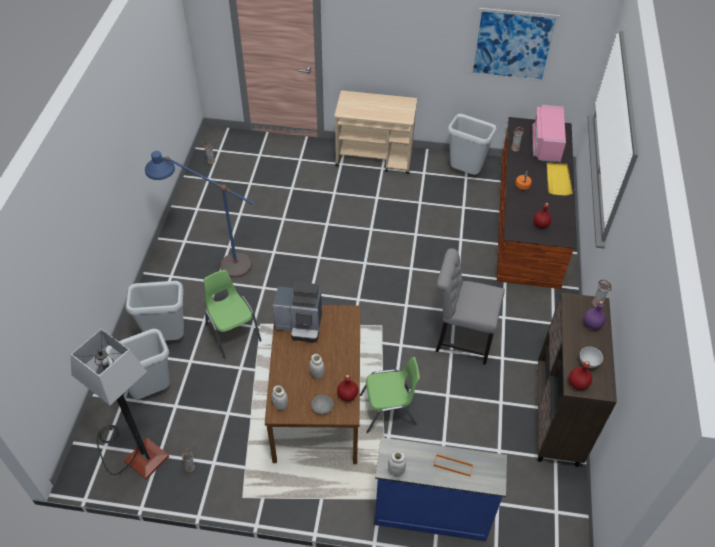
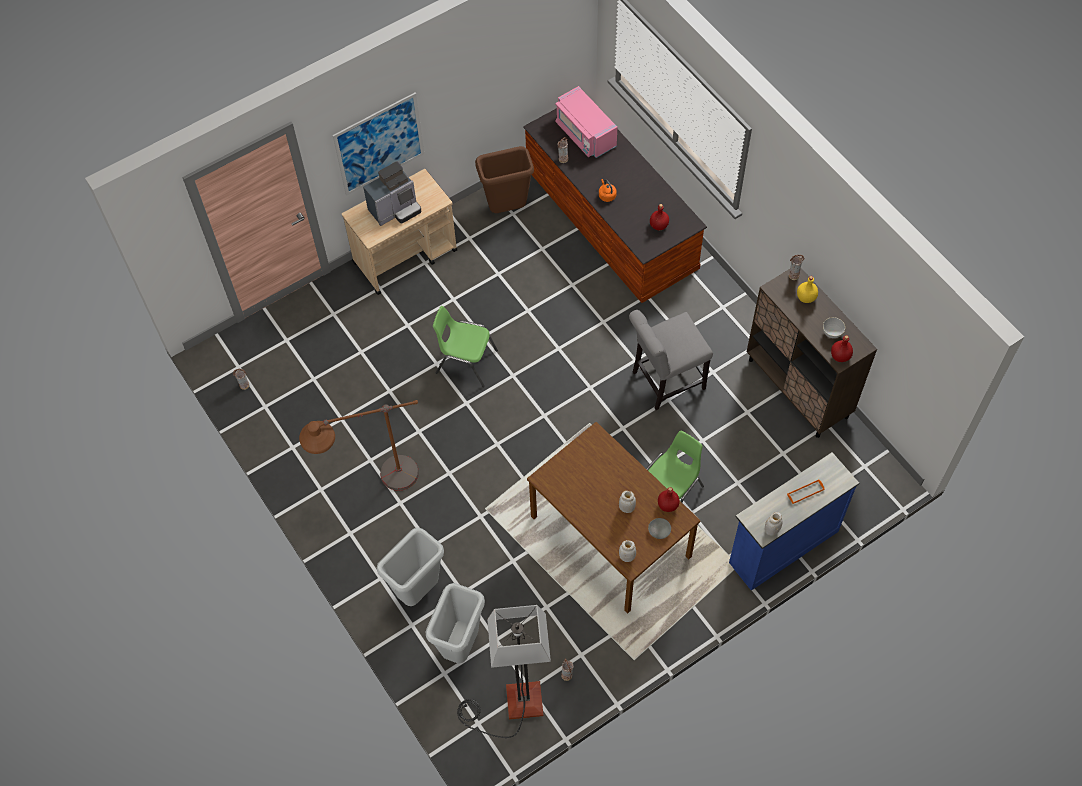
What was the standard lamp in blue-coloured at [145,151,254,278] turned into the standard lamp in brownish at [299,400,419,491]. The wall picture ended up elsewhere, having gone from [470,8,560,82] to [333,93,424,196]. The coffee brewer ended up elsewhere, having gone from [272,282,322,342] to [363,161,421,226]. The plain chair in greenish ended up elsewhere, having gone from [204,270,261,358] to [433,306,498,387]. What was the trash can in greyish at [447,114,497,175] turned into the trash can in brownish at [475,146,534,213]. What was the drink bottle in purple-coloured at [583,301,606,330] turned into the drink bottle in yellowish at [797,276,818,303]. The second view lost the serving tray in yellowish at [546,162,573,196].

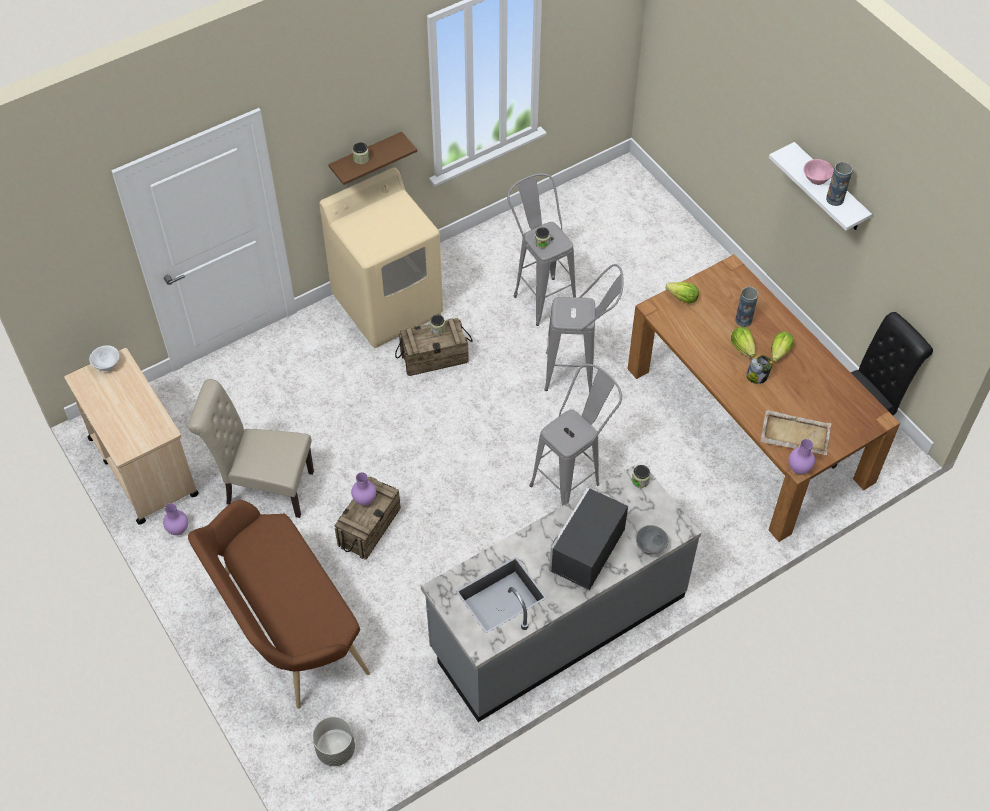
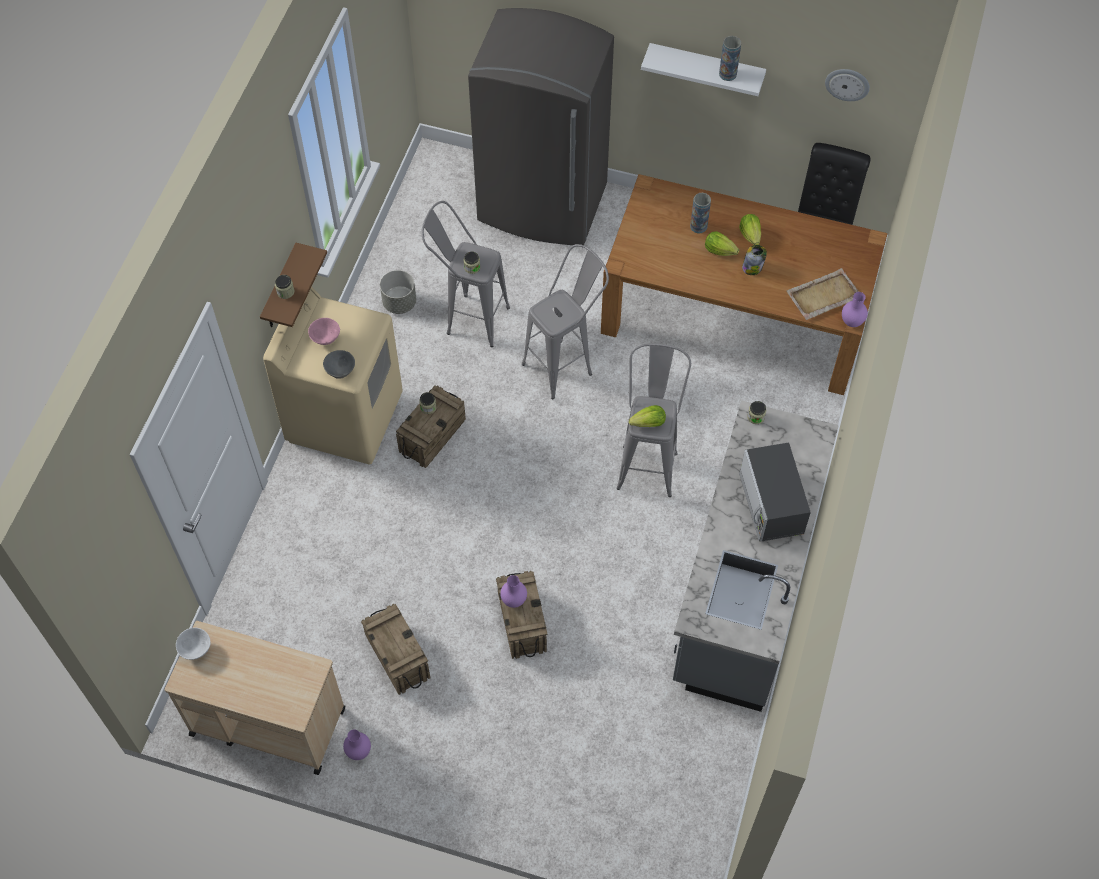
The bowl in pink-coloured ended up elsewhere, having gone from [804,159,834,185] to [308,318,340,345]. The bowl in greyish ended up elsewhere, having gone from [636,525,668,554] to [323,350,355,379]. Where the plain chair in sand-coloured stood at [188,379,314,518], the crate came to stand at [361,604,430,695]. The flower pot in greyish ended up elsewhere, having gone from [312,717,355,766] to [380,270,416,314]. The second view gained the refrigerator in greyish at [468,8,614,245]. The head of lettuce ended up elsewhere, having gone from [666,282,699,304] to [629,405,666,427]. The second view gained the wall clock at [825,69,870,101]. The second view lost the indoor bench in brownish at [188,500,370,709].

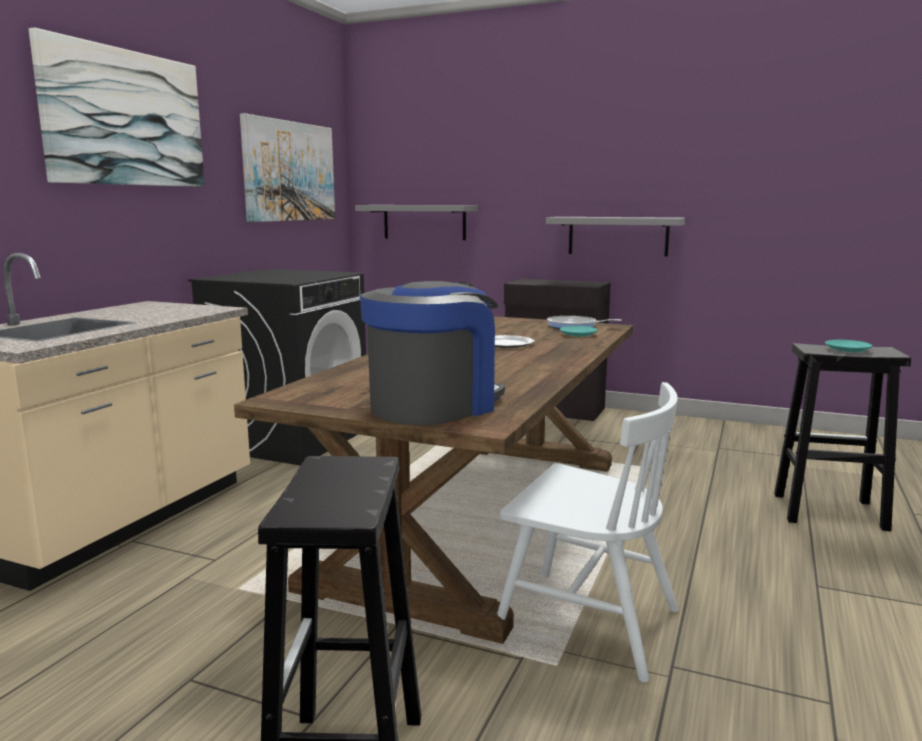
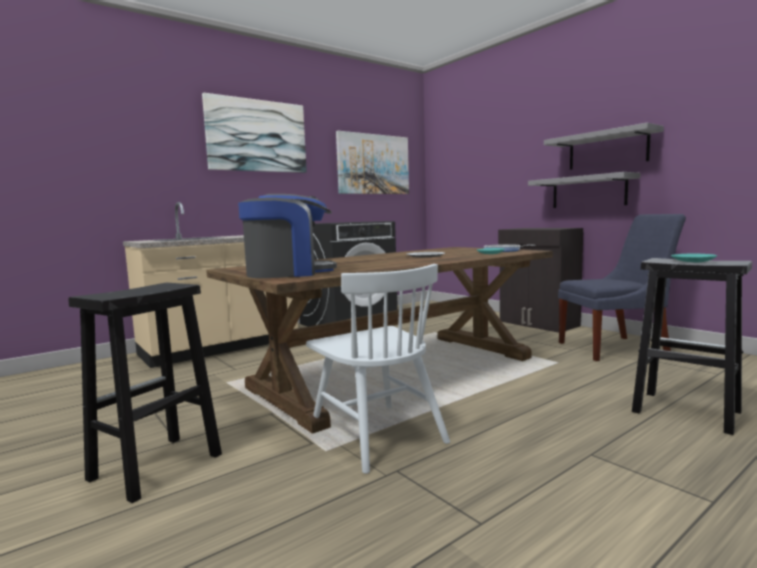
The bracket shelf in greyish ended up elsewhere, having gone from [355,205,478,240] to [544,123,664,170]. The second view gained the plain chair in blue-coloured at [558,214,686,361].

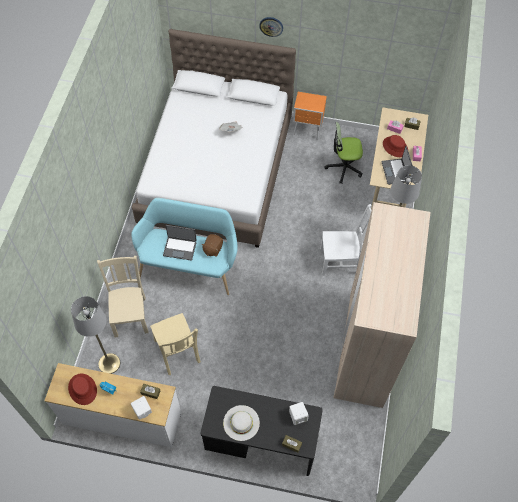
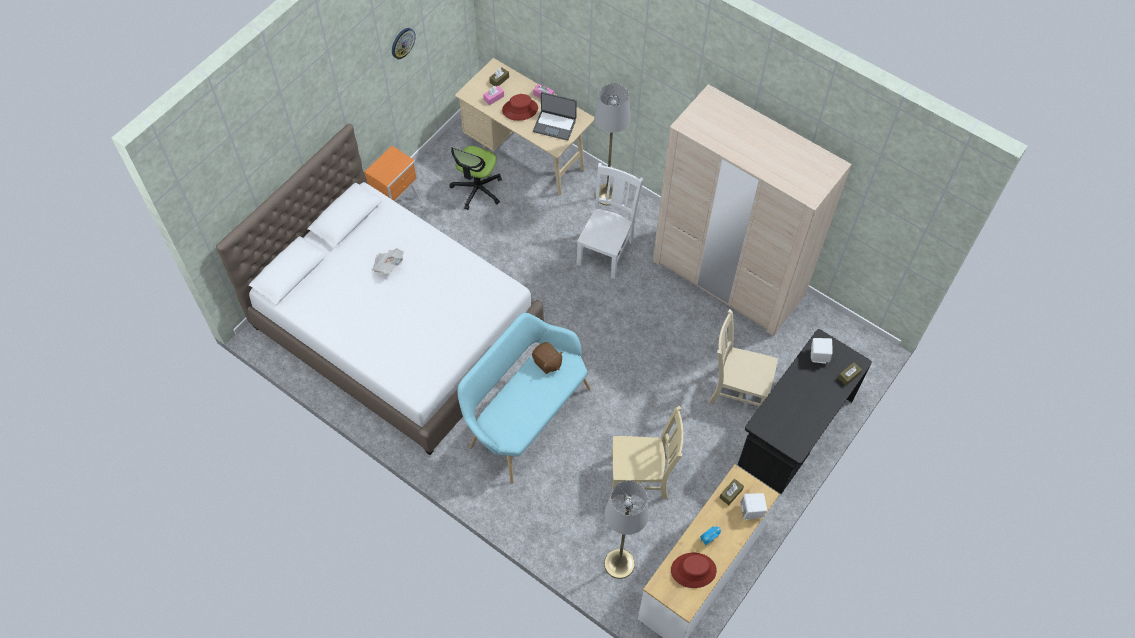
The wall clock ended up elsewhere, having gone from [259,17,283,37] to [392,28,416,59]. The plain chair in sand-coloured ended up elsewhere, having gone from [97,256,149,337] to [709,309,778,406]. The second view lost the notebook computer at [163,225,197,261]. The second view lost the clothing hat in whitish at [223,405,260,441].

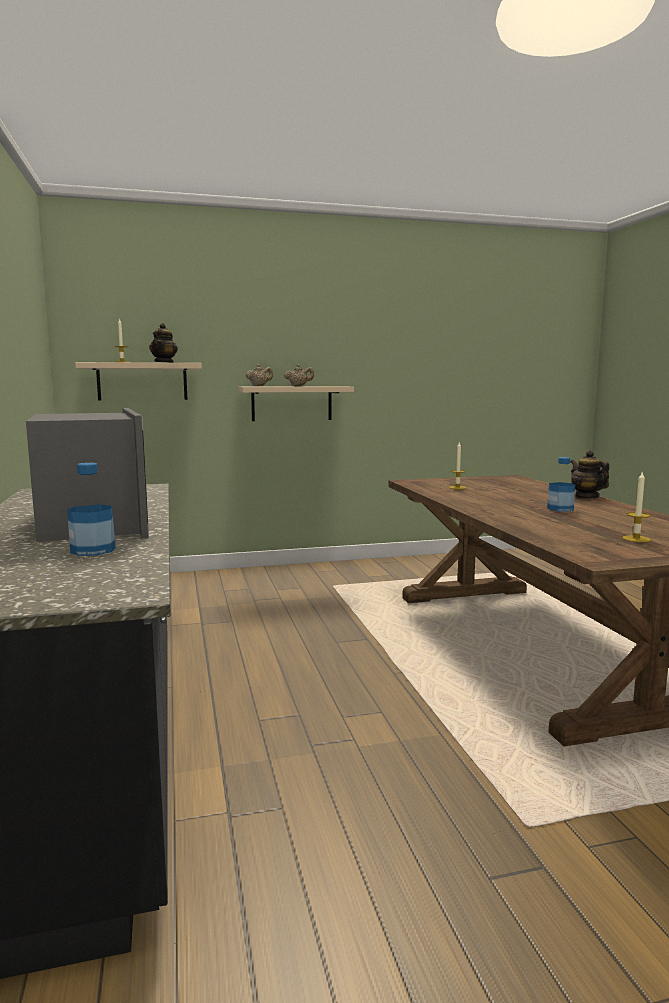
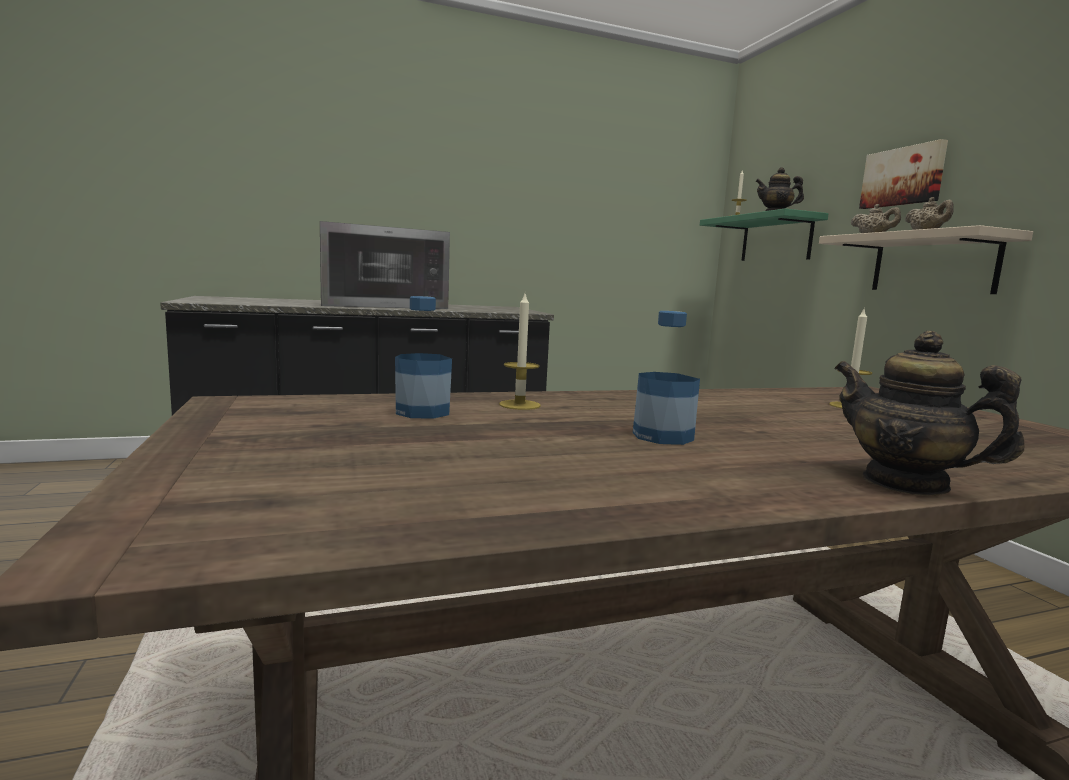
The drink bottle ended up elsewhere, having gone from [67,463,116,556] to [395,296,452,419]. The wax light ended up elsewhere, having gone from [622,471,651,542] to [499,294,541,410]. What was the bracket shelf in sand-coloured at [75,362,202,400] turned into the bracket shelf in greenish at [700,208,829,261]. The tea pot at [570,450,609,499] ended up facing another way, 105 degrees counterclockwise from before. The second view gained the wall picture at [859,139,948,209].

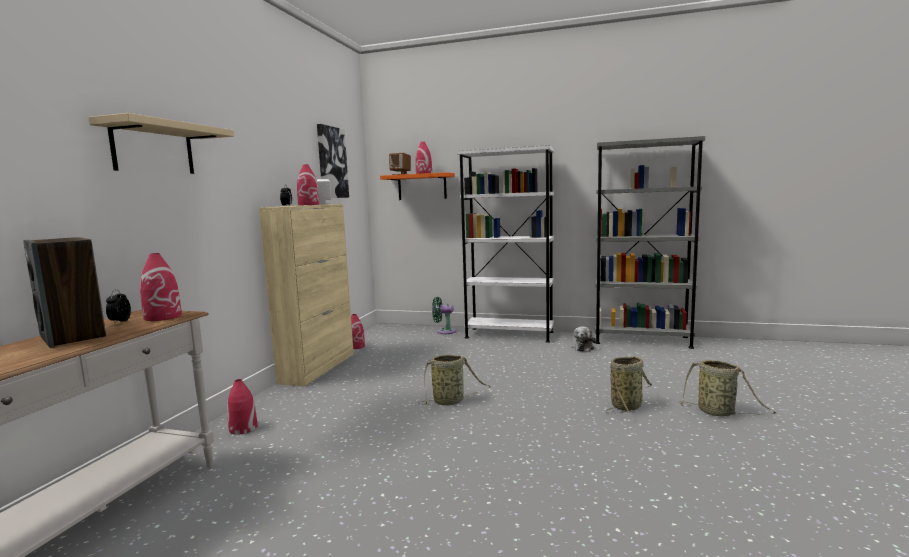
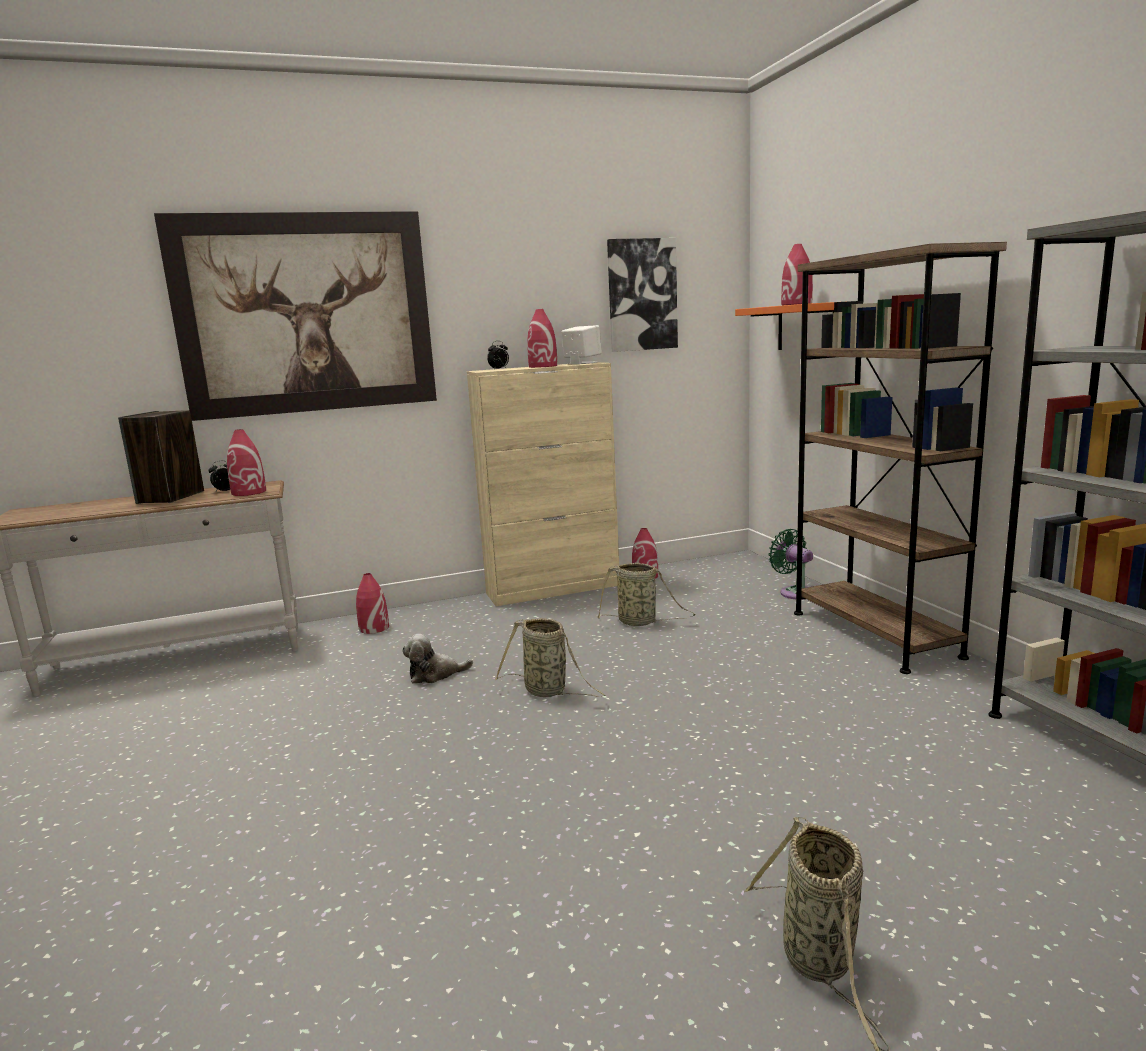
Where the bracket shelf in sand-coloured hung at [88,113,234,174], the wall picture came to hang at [154,211,437,421]. The soft toy ended up elsewhere, having gone from [572,326,596,352] to [402,634,473,684]. The household basket ended up elsewhere, having gone from [605,356,652,413] to [597,563,696,626]. What was the shelving unit in whitish at [457,145,554,343] turned into the shelving unit in brownish at [794,242,1007,674]. The second view lost the speaker in brownish at [389,153,411,175].

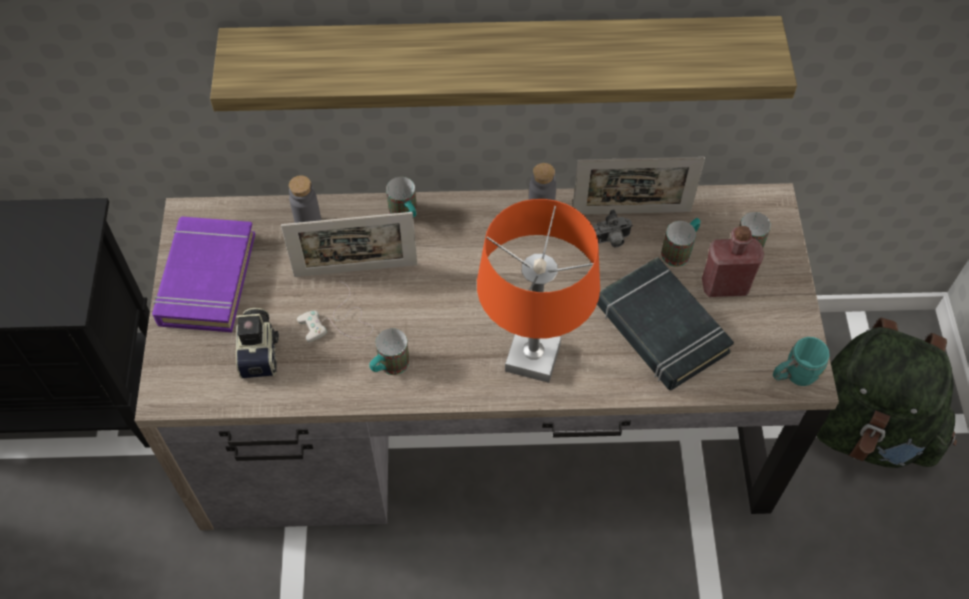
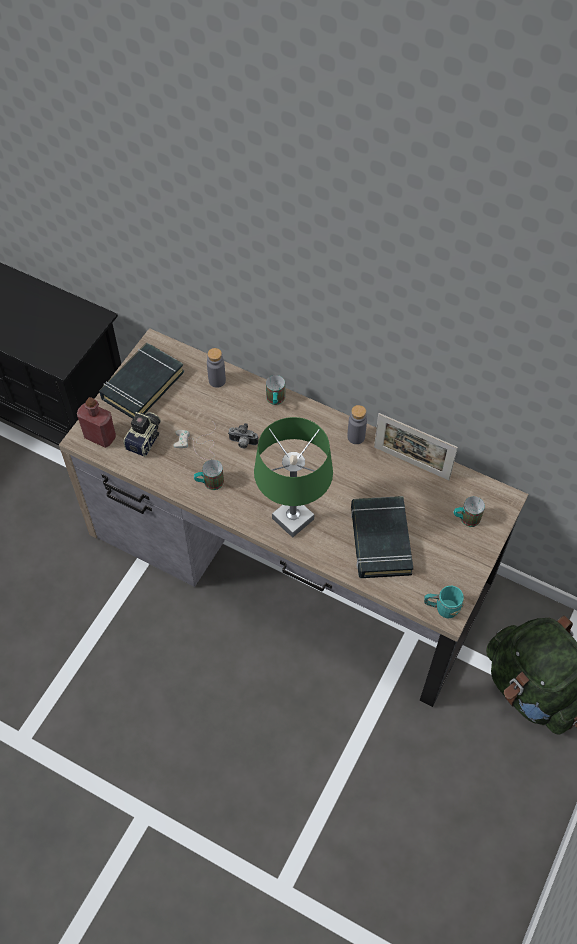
The drink bottle in red-coloured ended up elsewhere, having gone from [702,226,764,297] to [77,397,116,448]. What was the book in purple-coloured at [152,217,255,332] turned into the book in blackish at [99,343,184,419]. The still camera ended up elsewhere, having gone from [593,210,633,247] to [228,423,258,448]. What was the table lamp in orange at [477,199,600,383] turned into the table lamp in greenish at [254,417,333,538]. The second view lost the bracket shelf at [210,16,797,111]. The second view lost the photo frame at [281,212,418,277]. The second view lost the mug at [661,218,700,267].

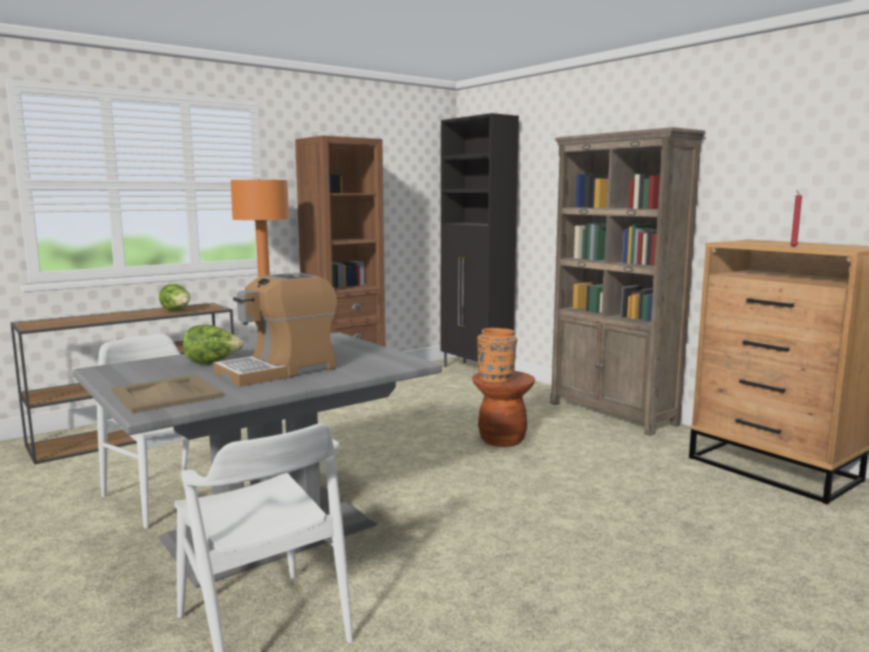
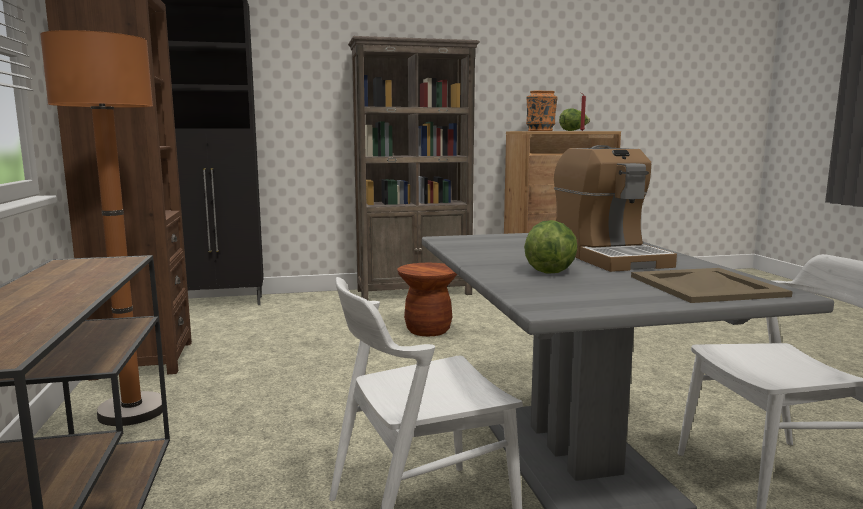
The vase in orange ended up elsewhere, having gone from [477,328,517,383] to [526,90,558,131]. The head of lettuce ended up elsewhere, having gone from [159,284,190,311] to [559,108,590,131].

